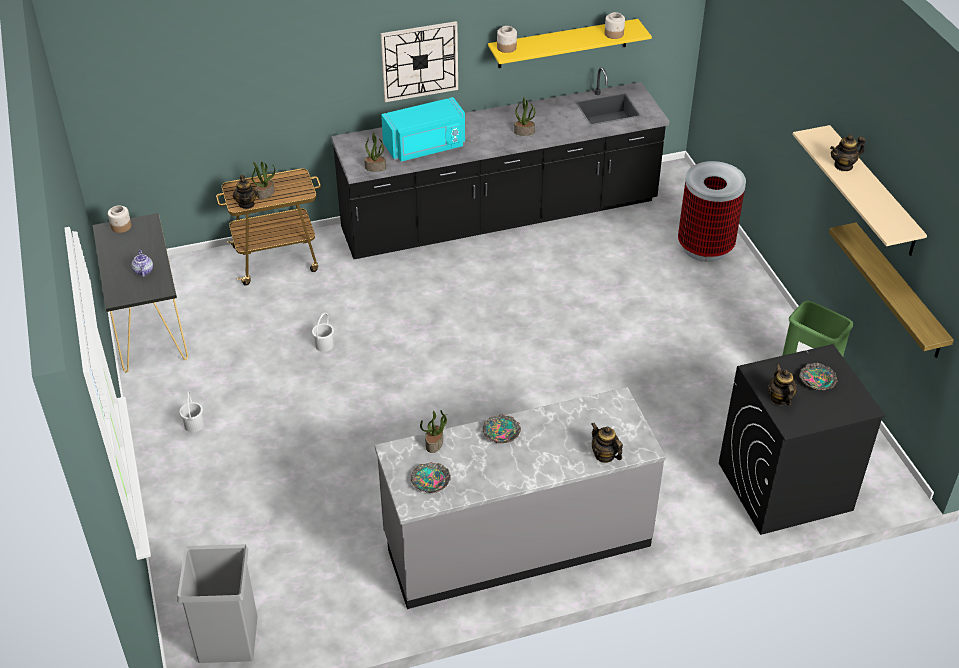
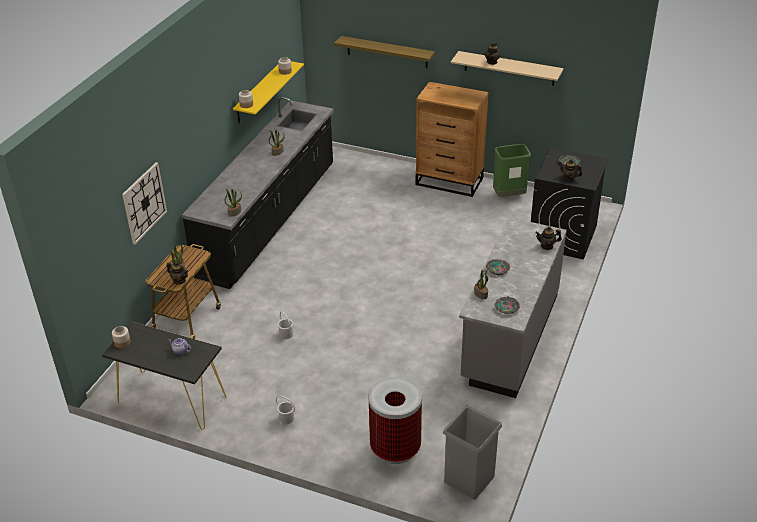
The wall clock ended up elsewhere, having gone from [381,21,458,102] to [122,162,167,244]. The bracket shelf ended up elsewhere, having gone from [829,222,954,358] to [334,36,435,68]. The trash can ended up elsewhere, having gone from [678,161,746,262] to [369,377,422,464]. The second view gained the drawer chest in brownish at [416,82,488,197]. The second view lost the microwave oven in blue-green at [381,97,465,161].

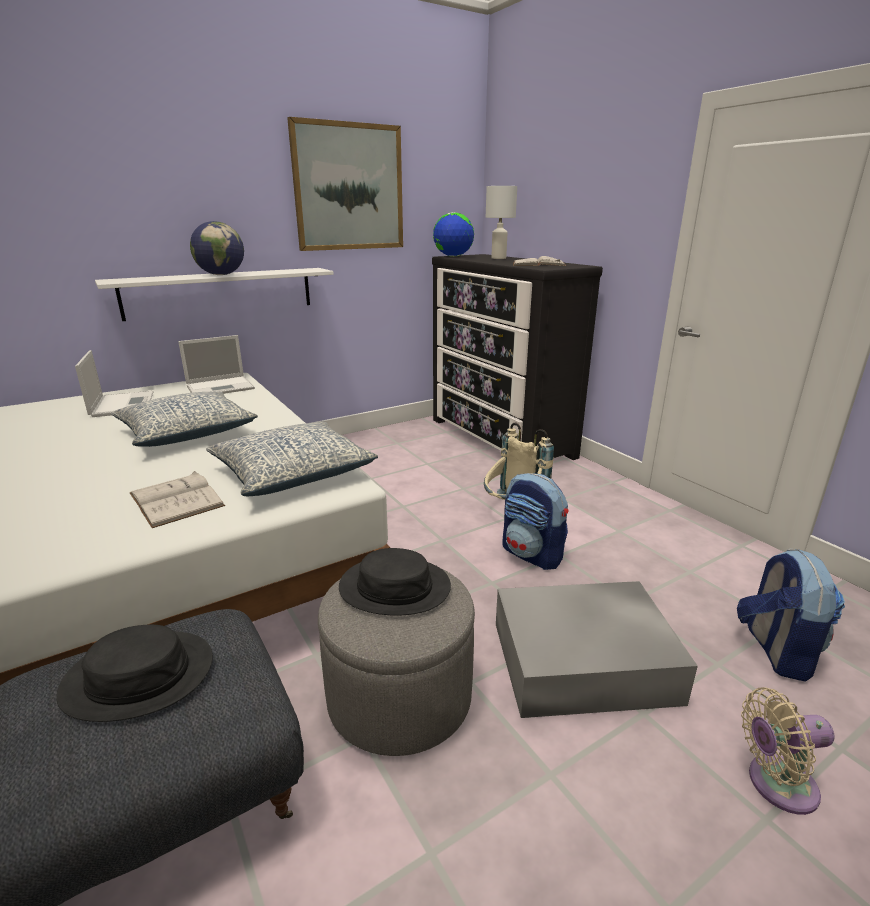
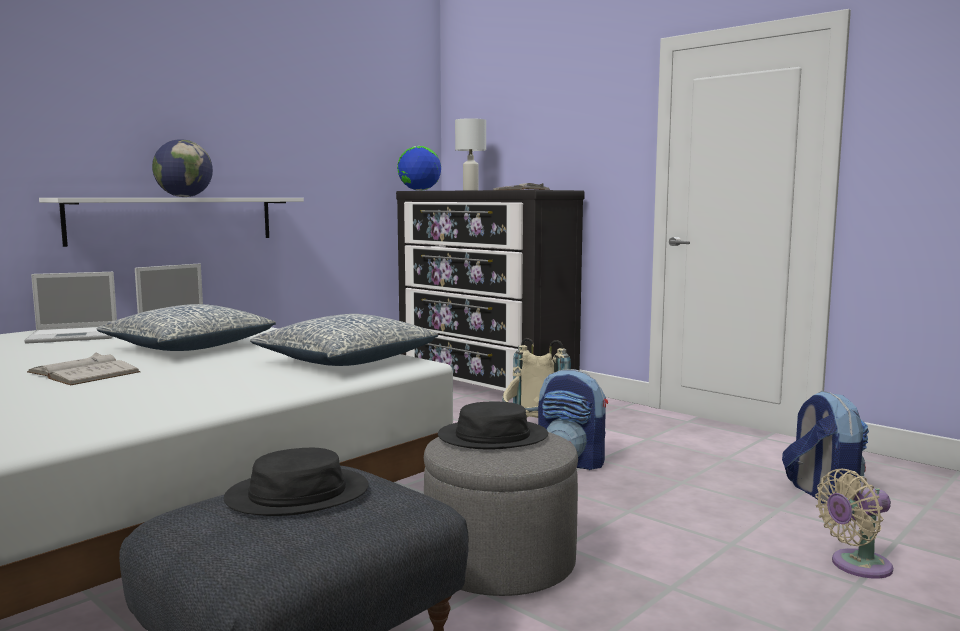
The notebook computer at [75,350,153,417] ended up facing another way, 105 degrees clockwise from before. The book in whitish ended up elsewhere, having gone from [130,471,225,528] to [27,353,141,385]. The second view lost the wall picture at [287,117,403,251]. The second view lost the storage bin in greyish at [496,581,698,718].

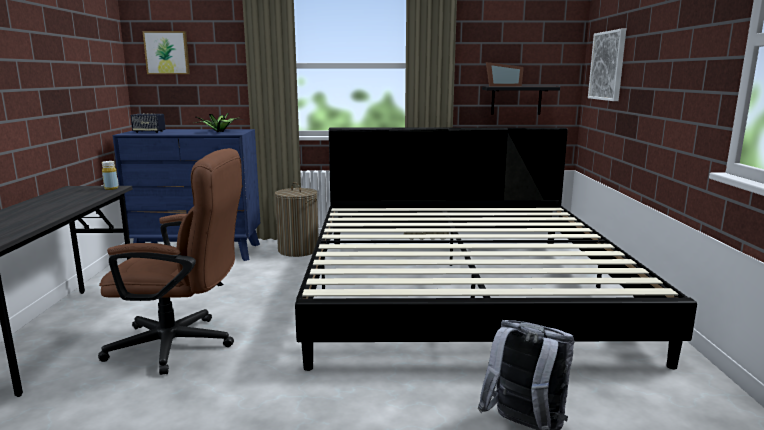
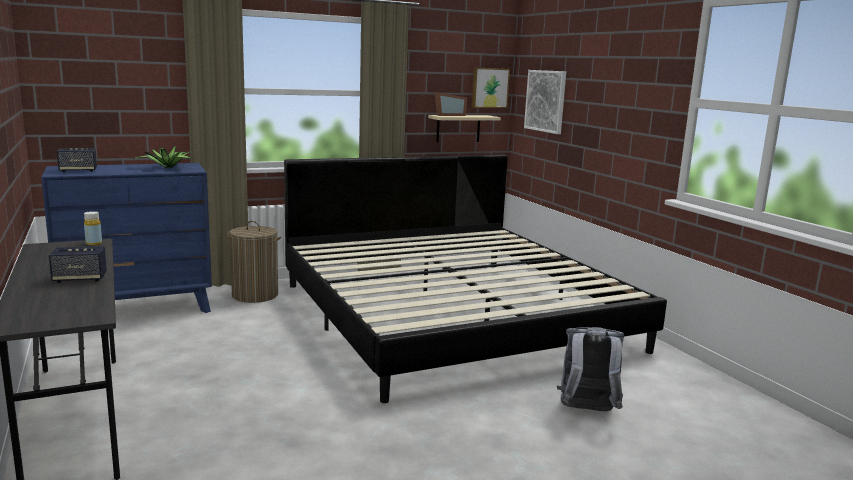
The second view gained the speaker at [49,246,107,283]. What was the bracket shelf in blackish at [482,86,560,114] turned into the bracket shelf in sand-coloured at [428,115,501,142]. The wall picture ended up elsewhere, having gone from [143,31,190,74] to [472,67,510,108]. The second view lost the desk chair in brownish at [98,148,242,375].

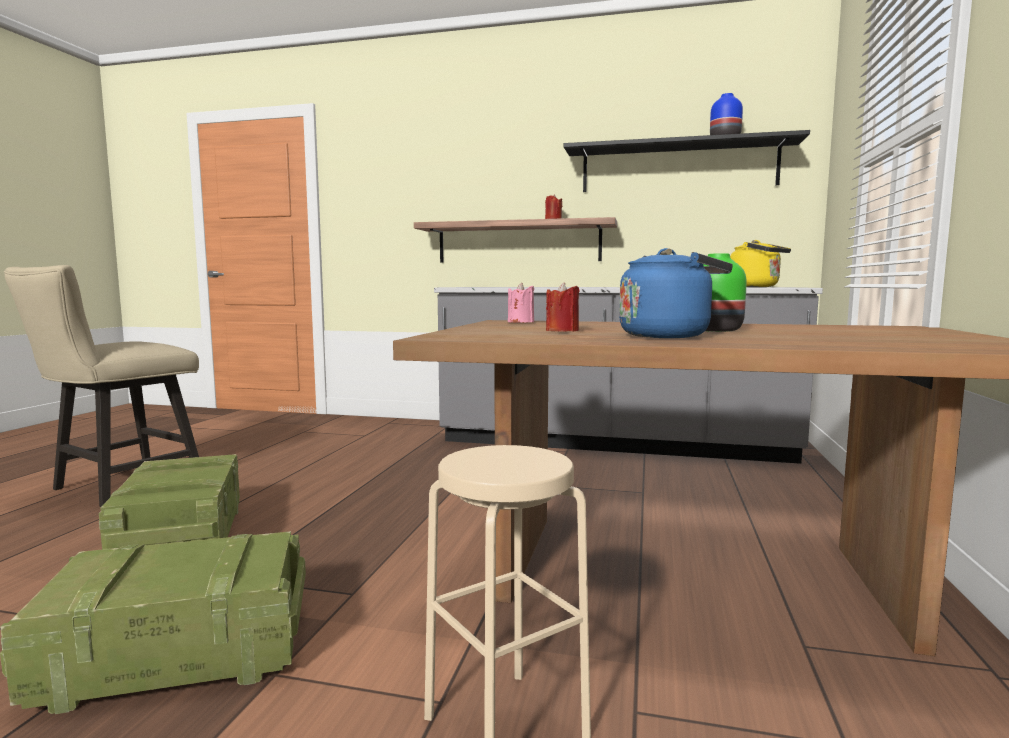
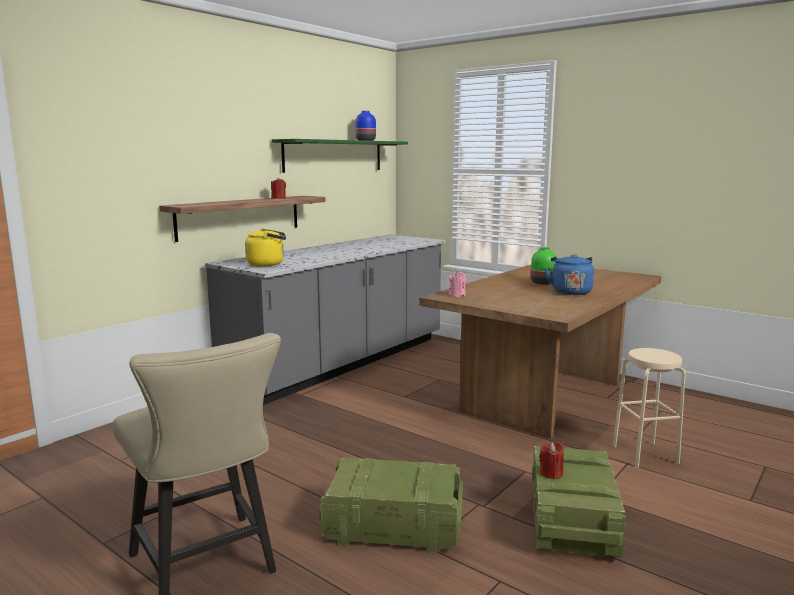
The kettle in yellowish ended up elsewhere, having gone from [730,240,791,287] to [245,228,286,266]. What was the bracket shelf in blackish at [564,130,810,192] turned into the bracket shelf in greenish at [272,139,408,173]. The wax light in red-coloured ended up elsewhere, having gone from [546,282,580,332] to [539,441,564,479].

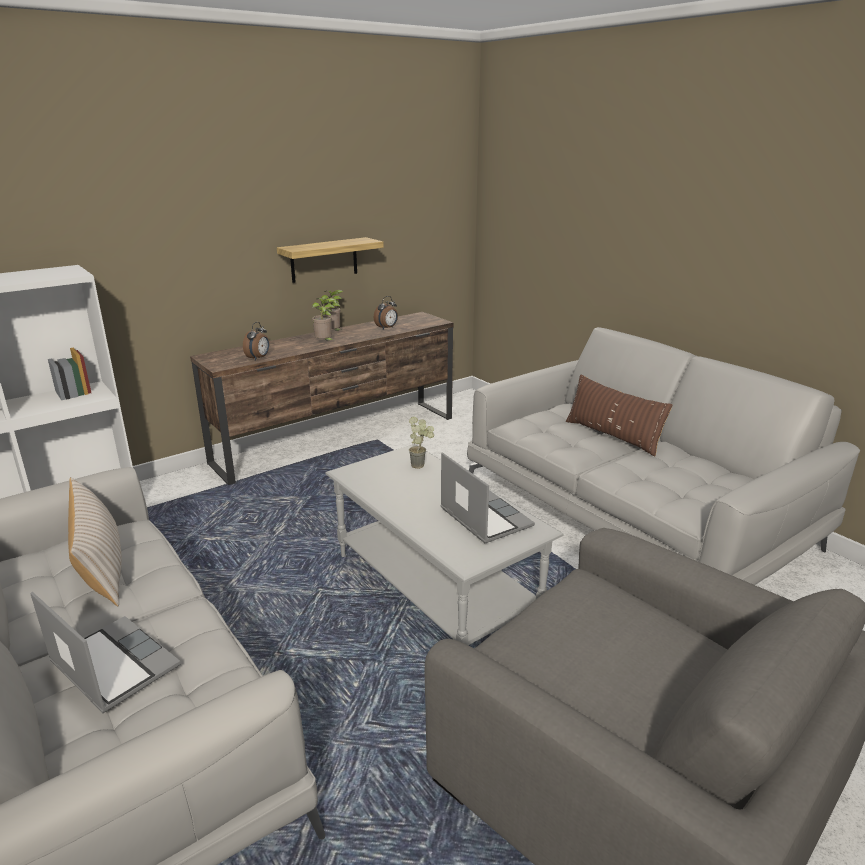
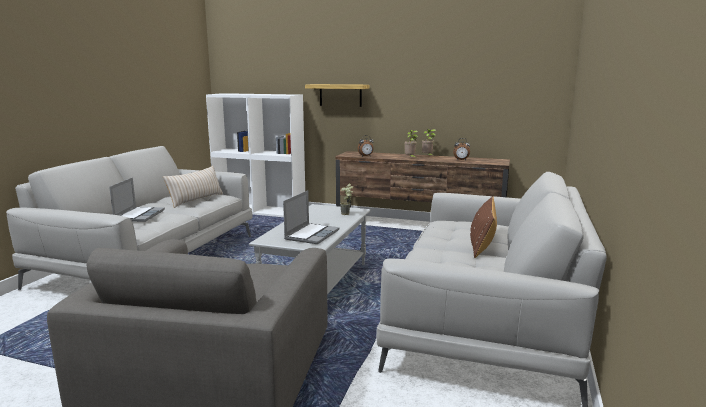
The bracket shelf ended up elsewhere, having gone from [277,237,384,283] to [305,84,369,107].

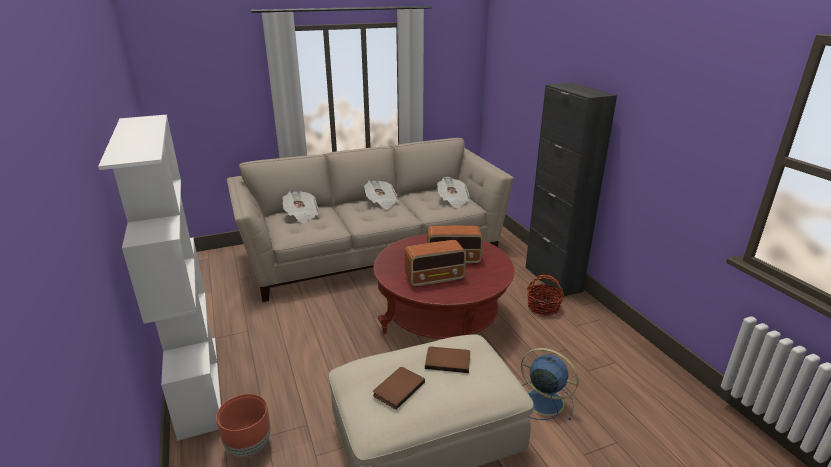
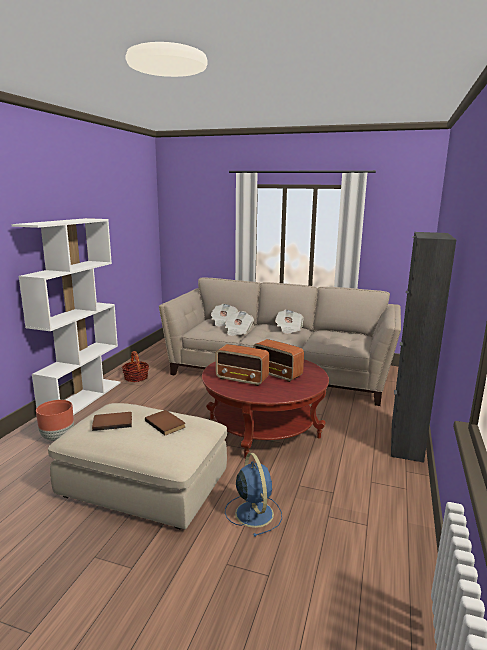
The household basket ended up elsewhere, having gone from [527,275,564,316] to [122,351,149,382]. The daily paper ended up elsewhere, having gone from [437,177,470,208] to [225,311,254,336].

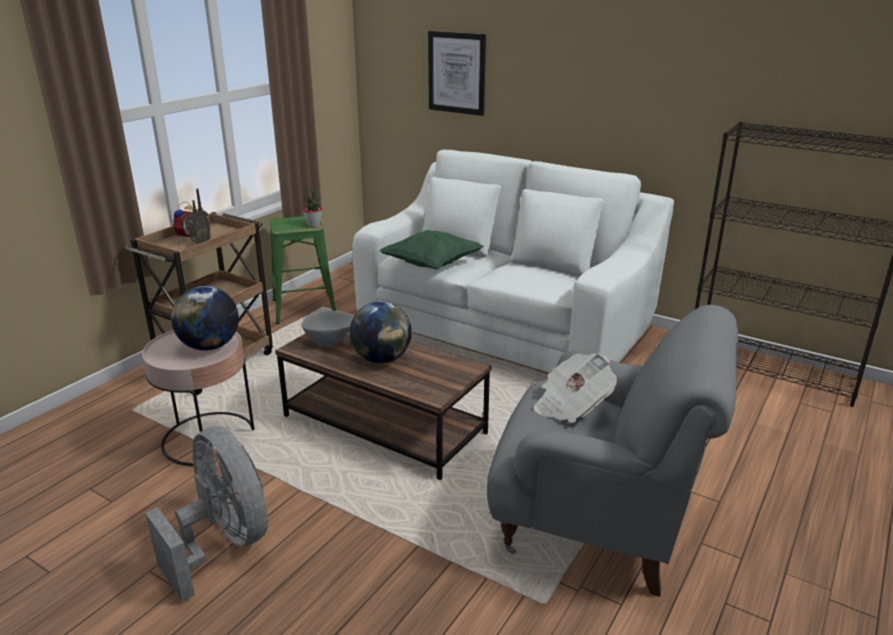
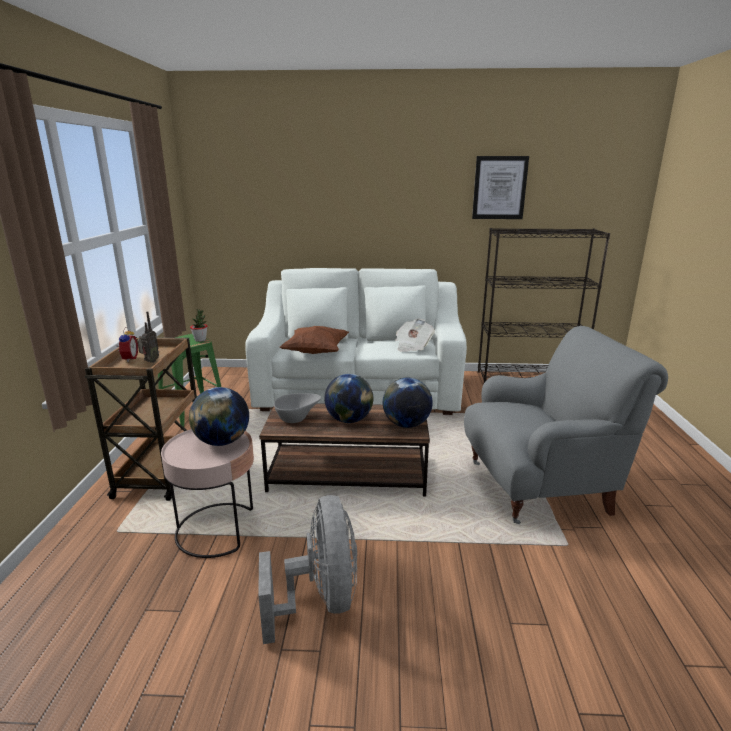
The cooling fan in greyish at [145,426,268,602] ended up facing another way, 60 degrees clockwise from before. What was the pillow in greenish at [379,230,484,270] turned into the pillow in brownish at [280,326,349,354]. The second view gained the desk globe at [383,377,433,428]. The daily paper ended up elsewhere, having gone from [534,353,617,423] to [396,319,435,352]. The wall picture ended up elsewhere, having gone from [428,31,486,116] to [472,156,529,219].

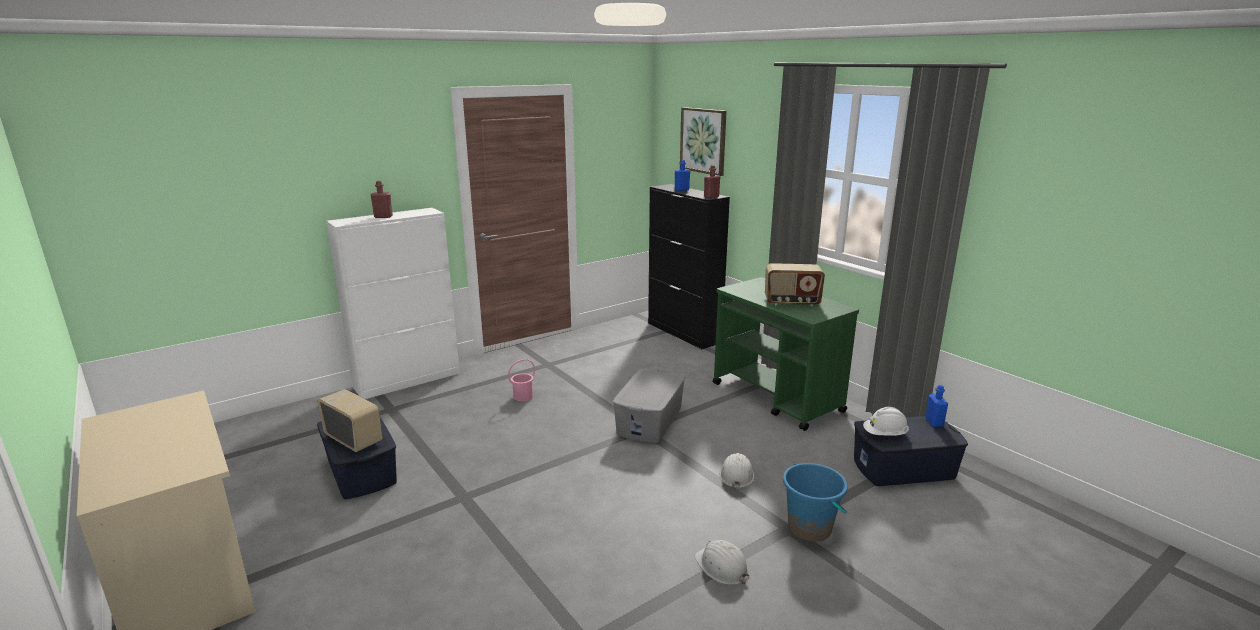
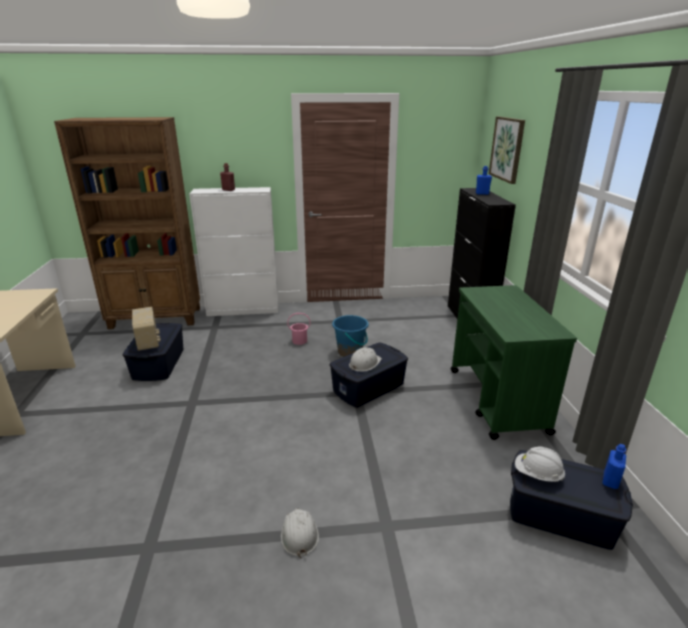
The second view gained the shelving unit in brownish at [54,117,200,329]. What was the storage bin in greyish at [612,369,685,443] turned into the storage bin in blue-coloured at [330,343,408,408]. The water bucket in blue-coloured ended up elsewhere, having gone from [783,463,848,542] to [332,315,369,357]. The safety helmet in whitish ended up elsewhere, having gone from [720,453,754,489] to [349,347,382,372]. The second view lost the drink bottle in red-coloured at [704,165,720,198]. The second view lost the radio receiver at [765,263,825,306].

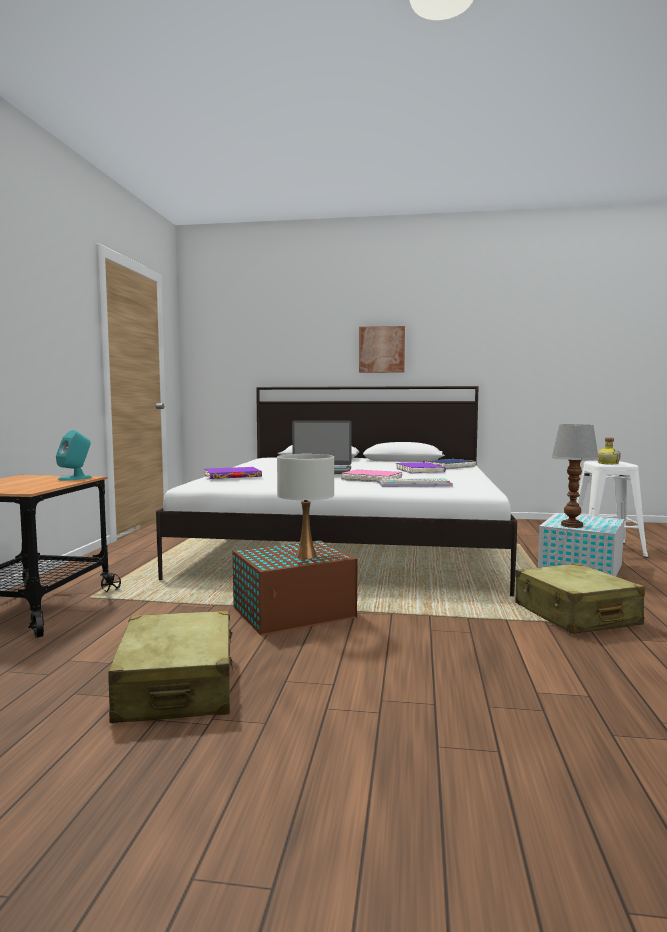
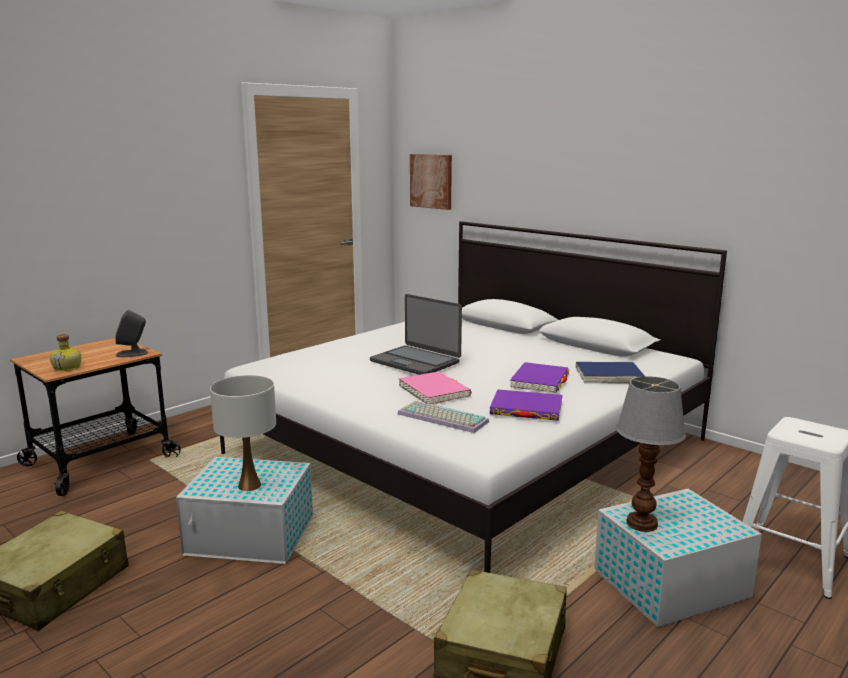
The drink bottle ended up elsewhere, having gone from [598,437,621,464] to [50,334,81,371]. What was the speaker in blue-green at [56,430,92,481] turned into the speaker in greyish at [115,310,148,357]. What was the storage bin in brownish at [233,540,358,636] turned into the storage bin in whitish at [176,457,313,564]. The wall picture ended up elsewhere, having gone from [359,326,405,373] to [410,154,452,210]. The book in purple-coloured ended up elsewhere, having gone from [204,467,262,479] to [490,389,563,421].

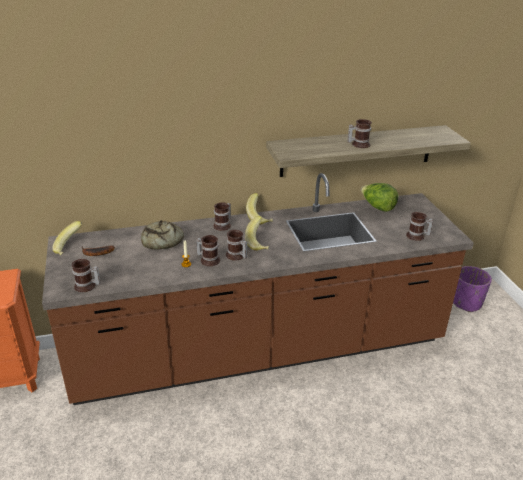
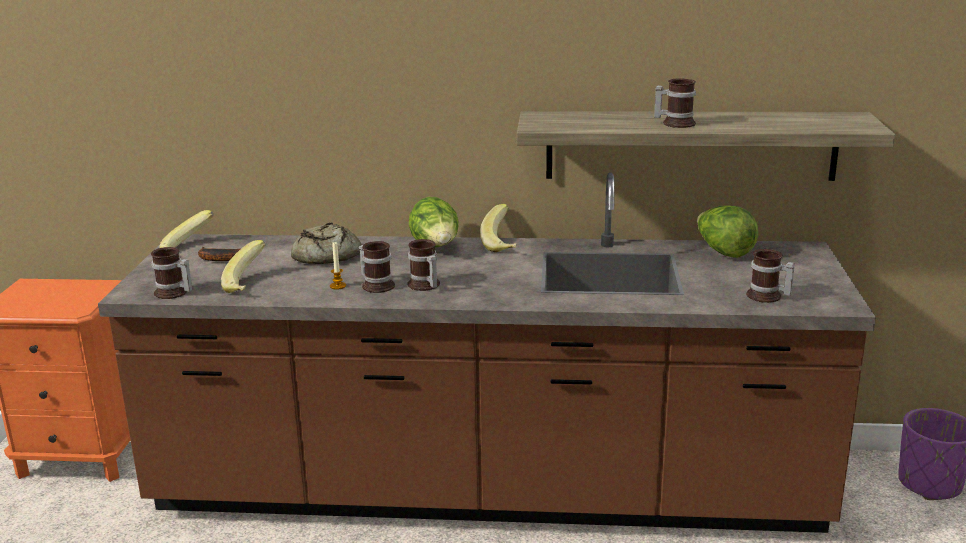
The whole banana ended up elsewhere, having gone from [245,216,269,251] to [221,240,266,293]. Where the mug stood at [213,202,231,231], the head of lettuce came to stand at [409,197,458,247].

